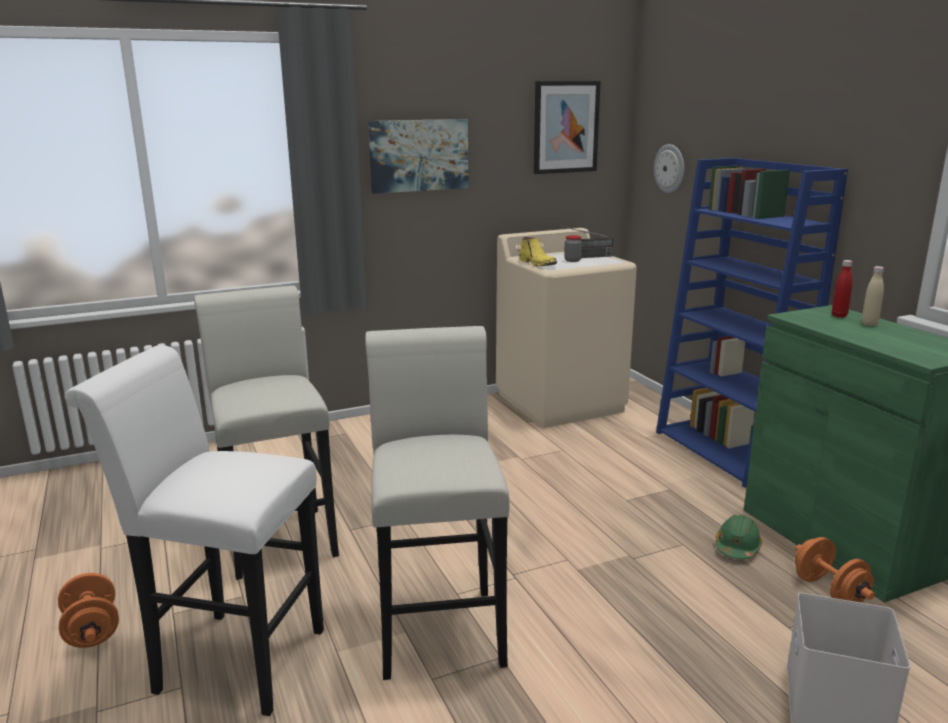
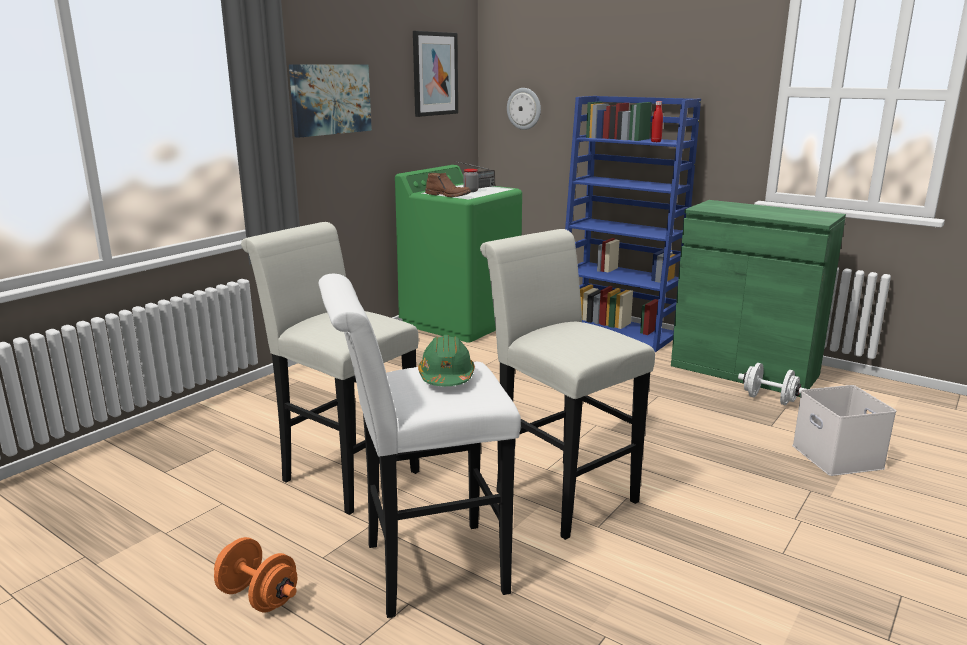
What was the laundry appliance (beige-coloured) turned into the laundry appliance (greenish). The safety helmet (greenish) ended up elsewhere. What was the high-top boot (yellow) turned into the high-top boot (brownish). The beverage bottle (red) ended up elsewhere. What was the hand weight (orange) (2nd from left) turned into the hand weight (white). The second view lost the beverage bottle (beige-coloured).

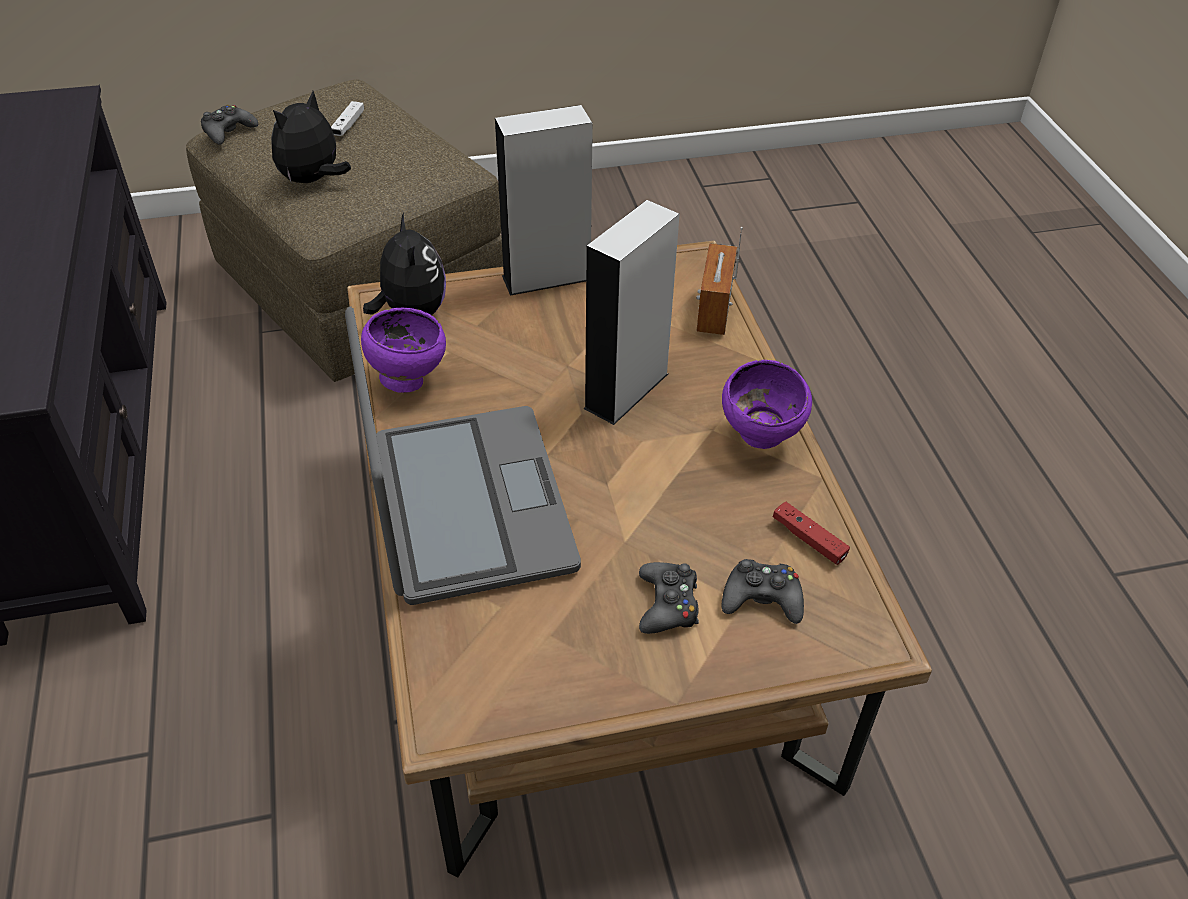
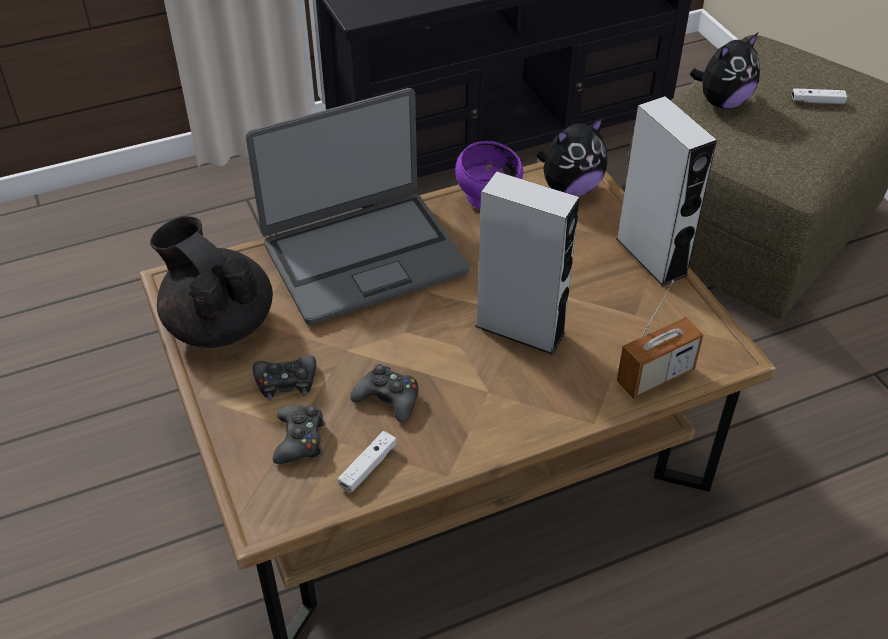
The second view gained the pot for tea (black-coloured). What was the joypad (red) turned into the joypad (white) (1st from left). The joypad (black-coloured) (1st from left in the first image) ended up elsewhere. The radio set ended up facing another way, 150 degrees clockwise from before. The cuddly toy (1st from left in the first image) ended up facing another way, 120 degrees clockwise from before. The second view lost the serving bowl (purple-coloured) (2nd from left).

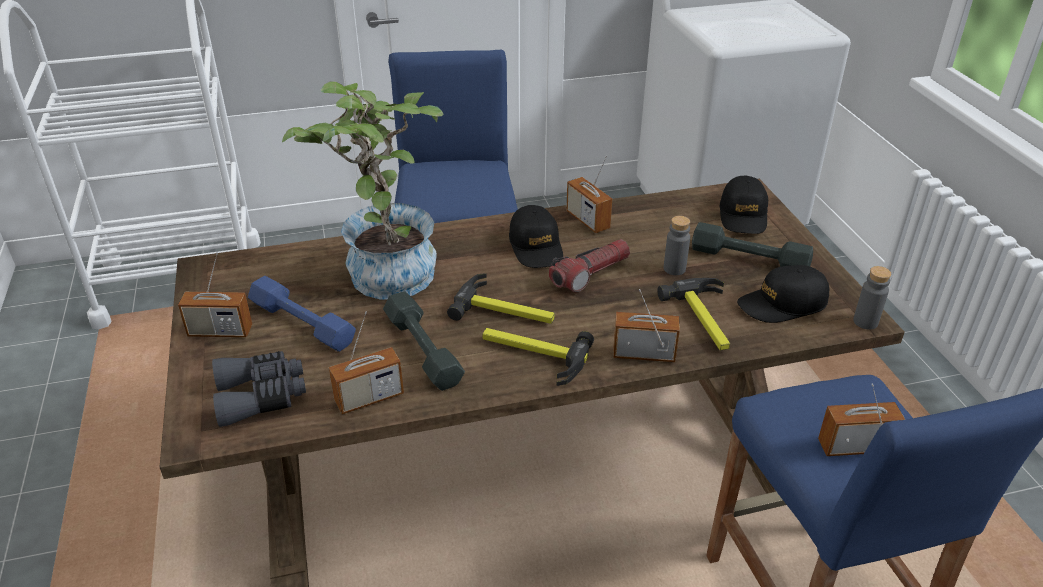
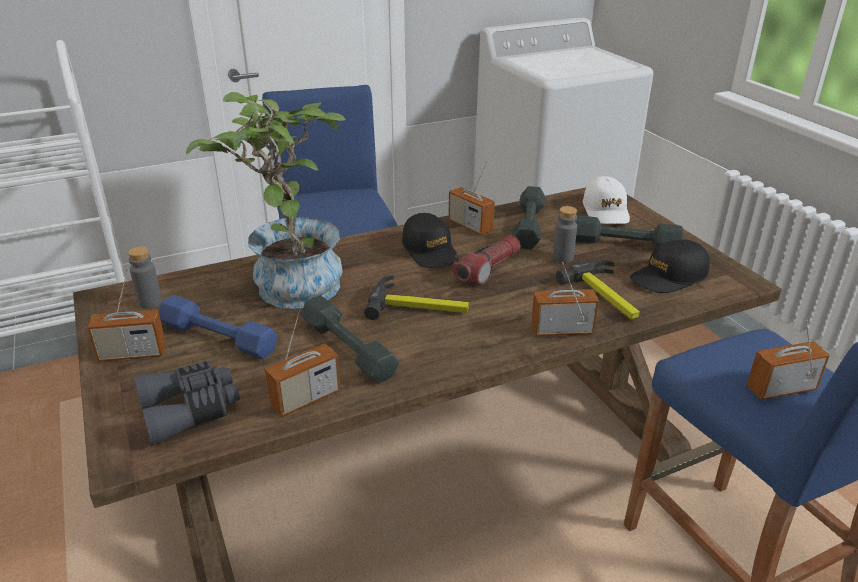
The beverage bottle (grey) (2nd from left in the first image) ended up elsewhere. The second view gained the hand weight (grey) (2nd from left). What was the peaked cap (black-coloured) (2nd from left) turned into the peaked cap (white). The second view lost the tool hammer (2nd from left).

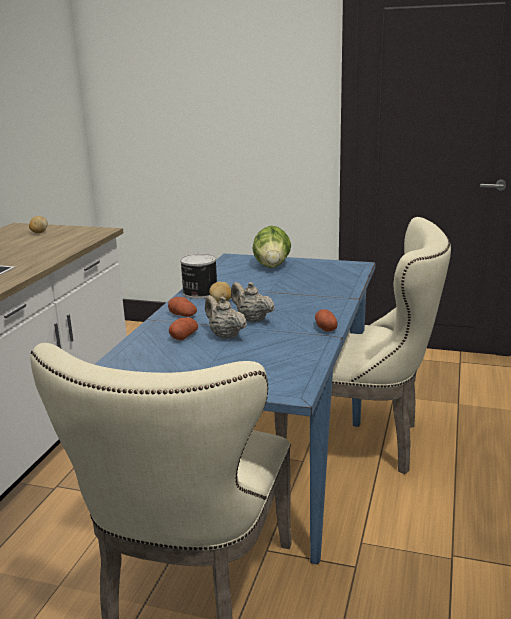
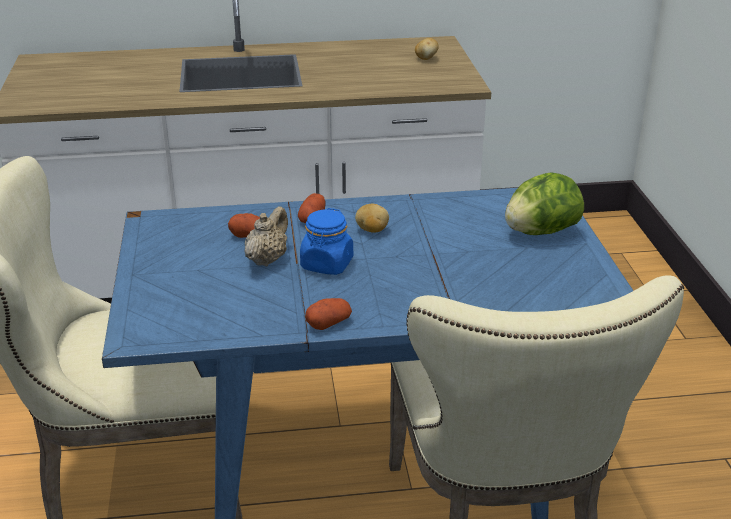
Where the pot for tea (beige-coloured) (2nd from left) stood, the storage jar (blue) came to stand. The second view lost the sealed can.

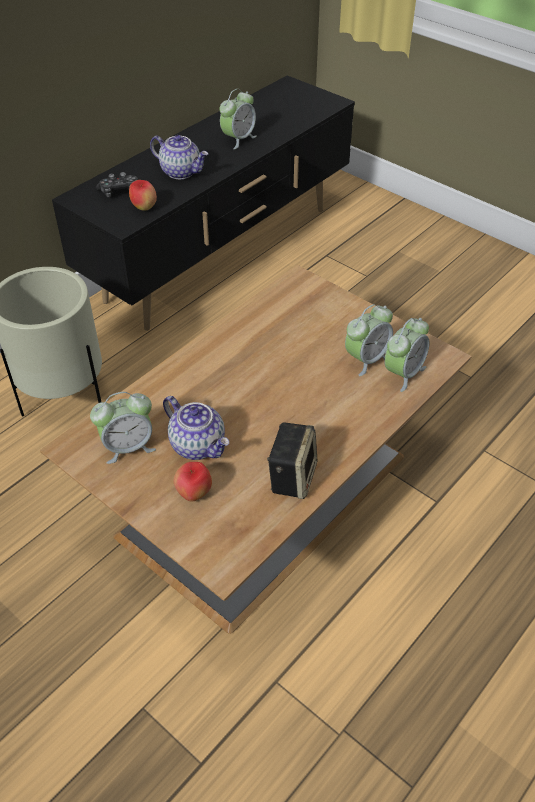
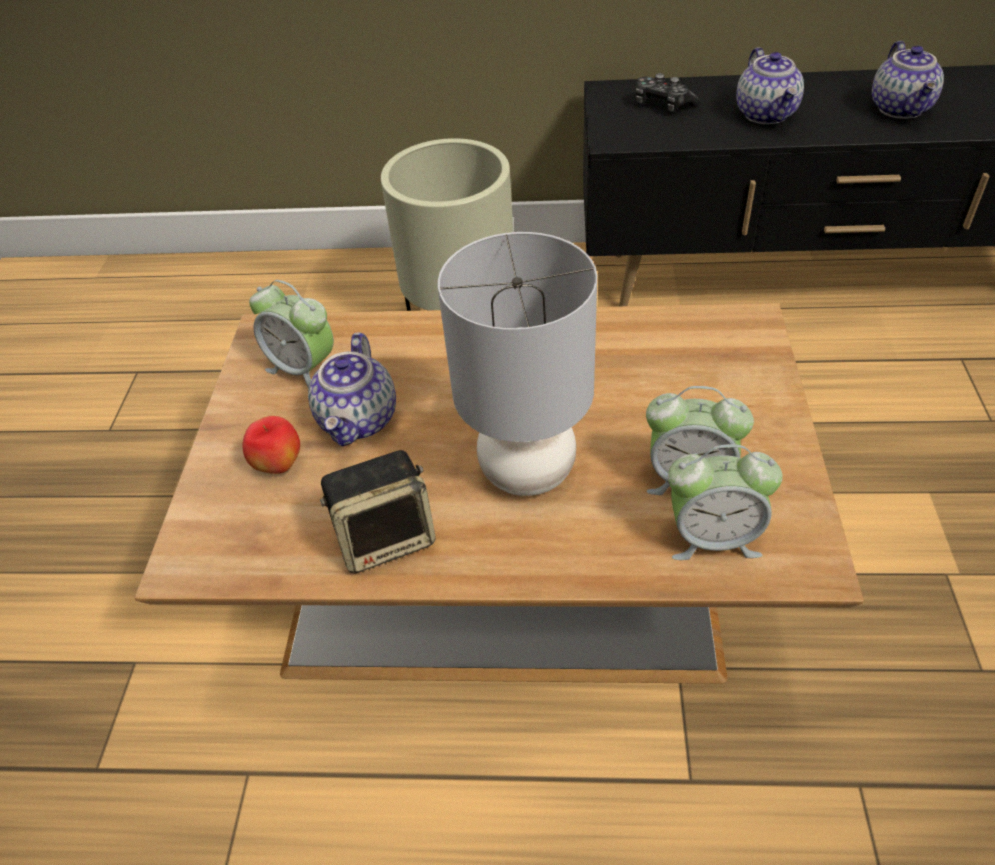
The second view gained the table lamp (grey). Where the table clock (2nd from left) stood, the pot for tea (3rd from left) came to stand. The second view lost the apple (1st from left).

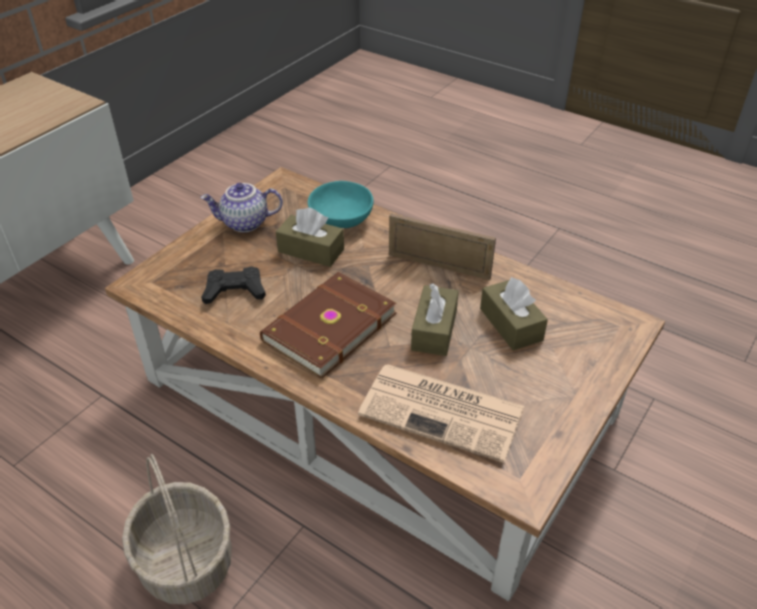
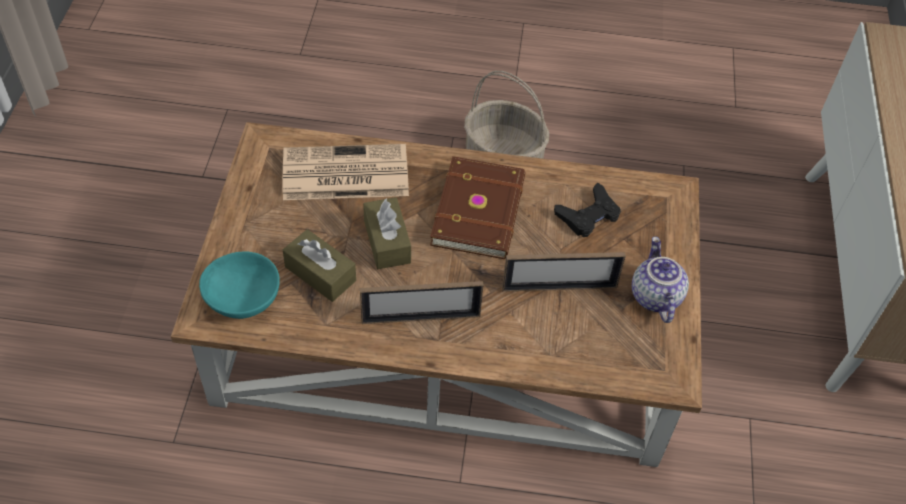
The serving bowl (turquoise-coloured) ended up elsewhere. Where the tissue box (brownish) (1st from left) stood, the standing frame (2nd from left) came to stand. The pot for tea ended up facing another way, 60 degrees counterclockwise from before.

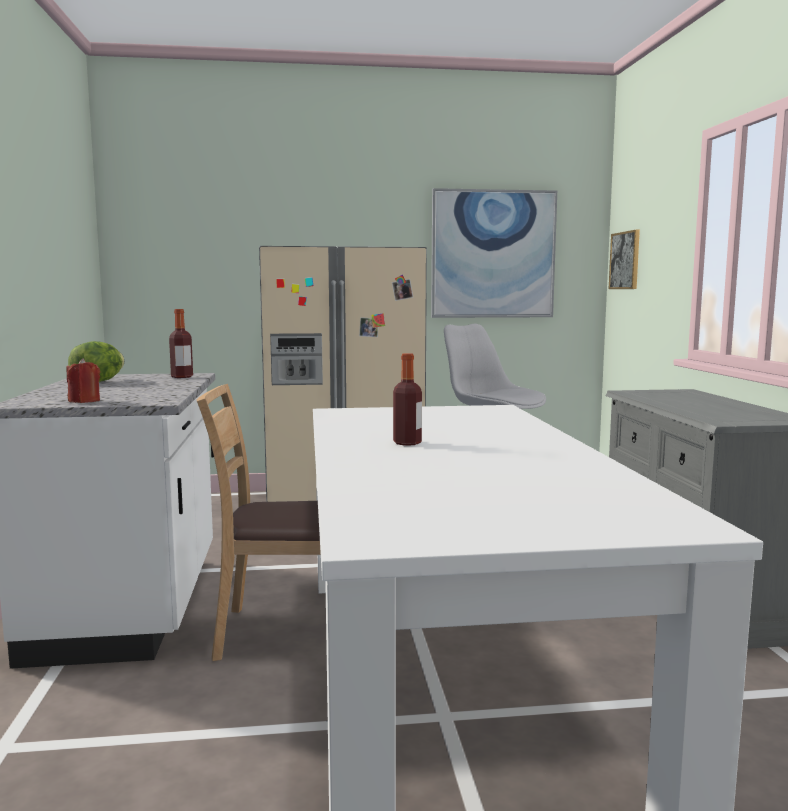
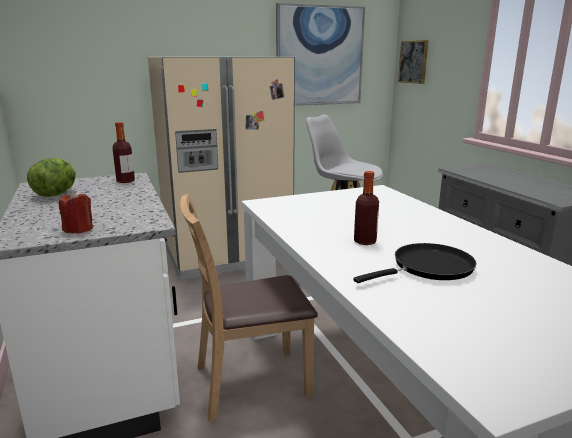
The second view gained the frying pan (black-coloured).

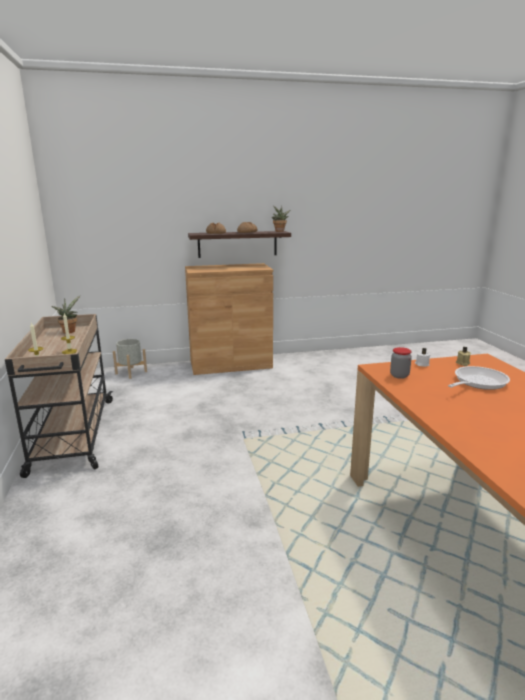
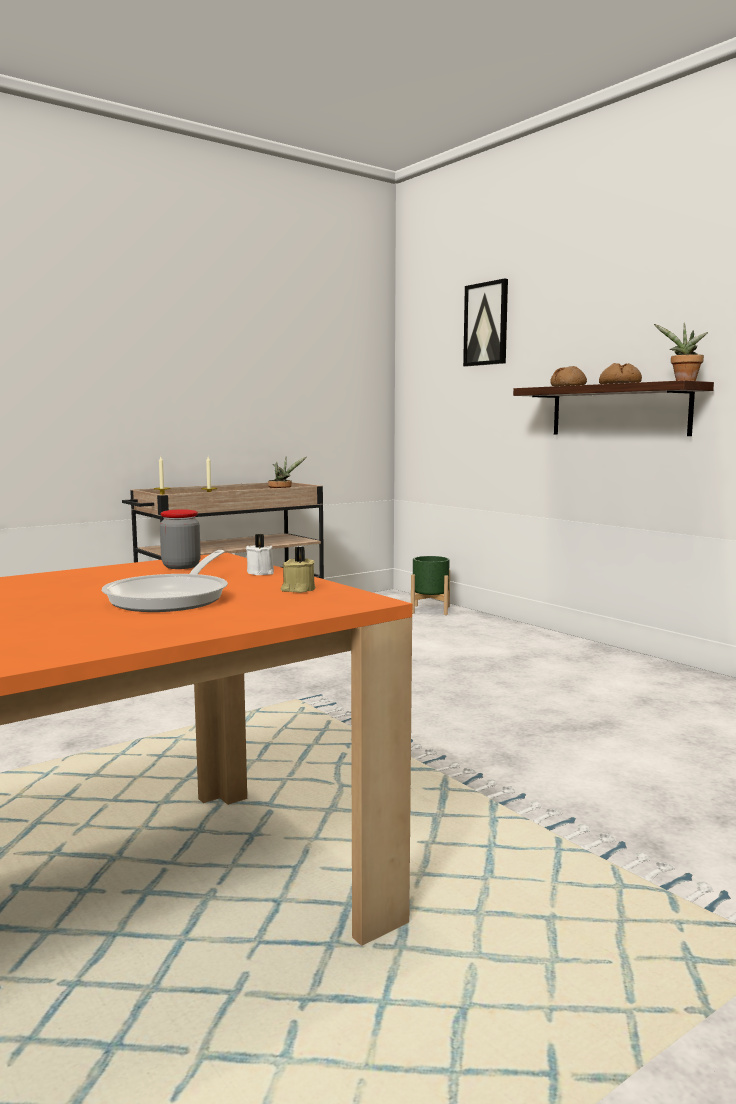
The frying pan ended up facing another way, 75 degrees clockwise from before. What was the plant pot (grey) turned into the plant pot (greenish). The second view gained the wall art. The second view lost the cabinet (brownish).

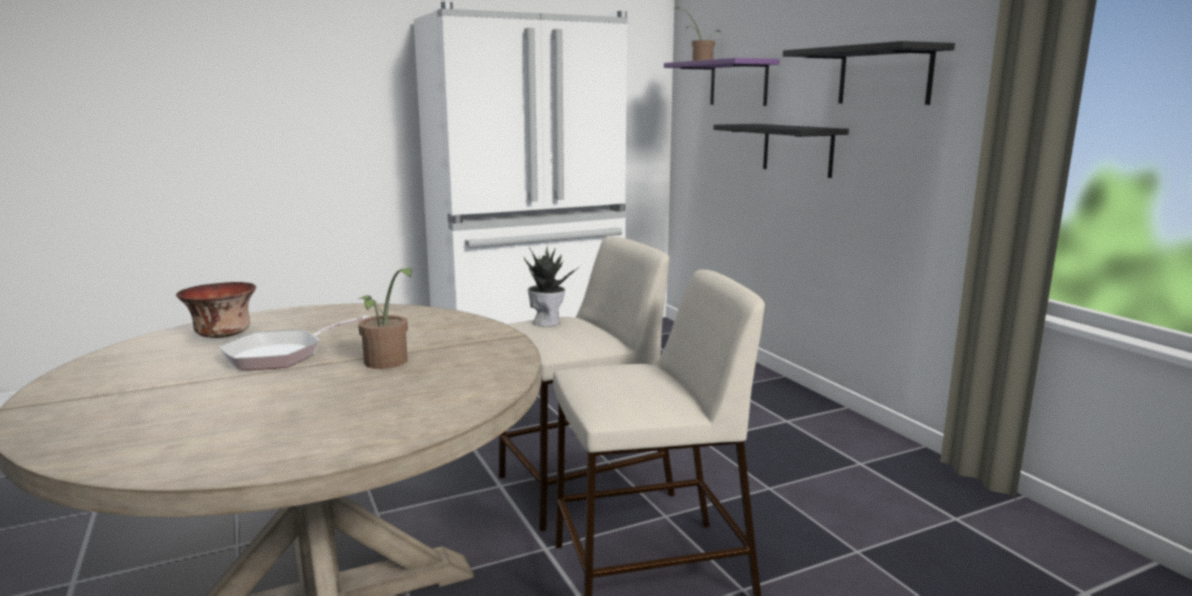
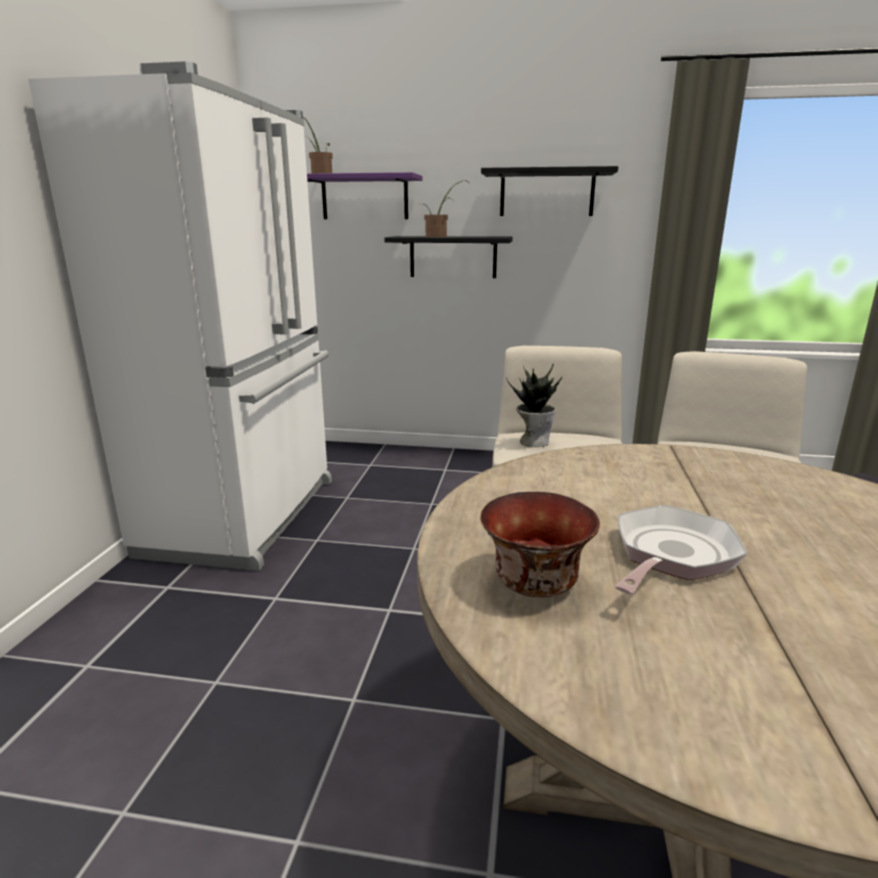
The houseplant (1st from left in the first image) ended up elsewhere. The frying pan ended up facing another way, 135 degrees counterclockwise from before.

